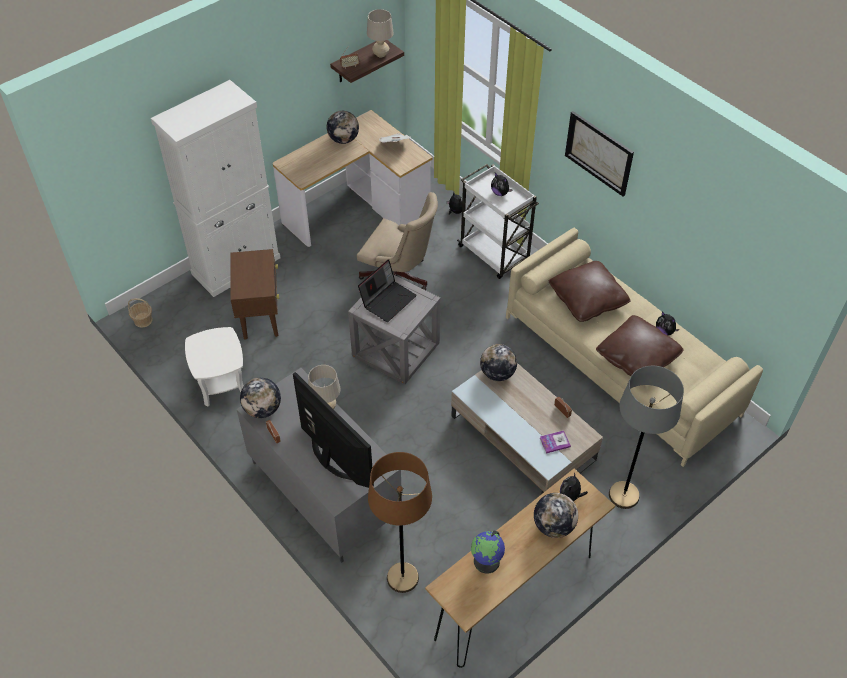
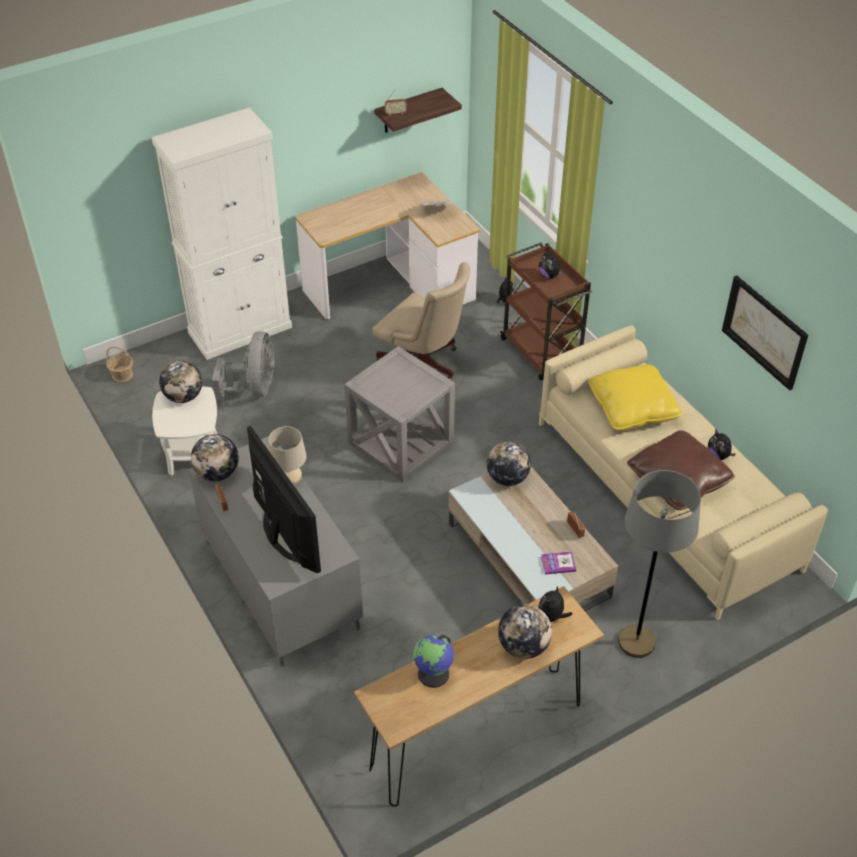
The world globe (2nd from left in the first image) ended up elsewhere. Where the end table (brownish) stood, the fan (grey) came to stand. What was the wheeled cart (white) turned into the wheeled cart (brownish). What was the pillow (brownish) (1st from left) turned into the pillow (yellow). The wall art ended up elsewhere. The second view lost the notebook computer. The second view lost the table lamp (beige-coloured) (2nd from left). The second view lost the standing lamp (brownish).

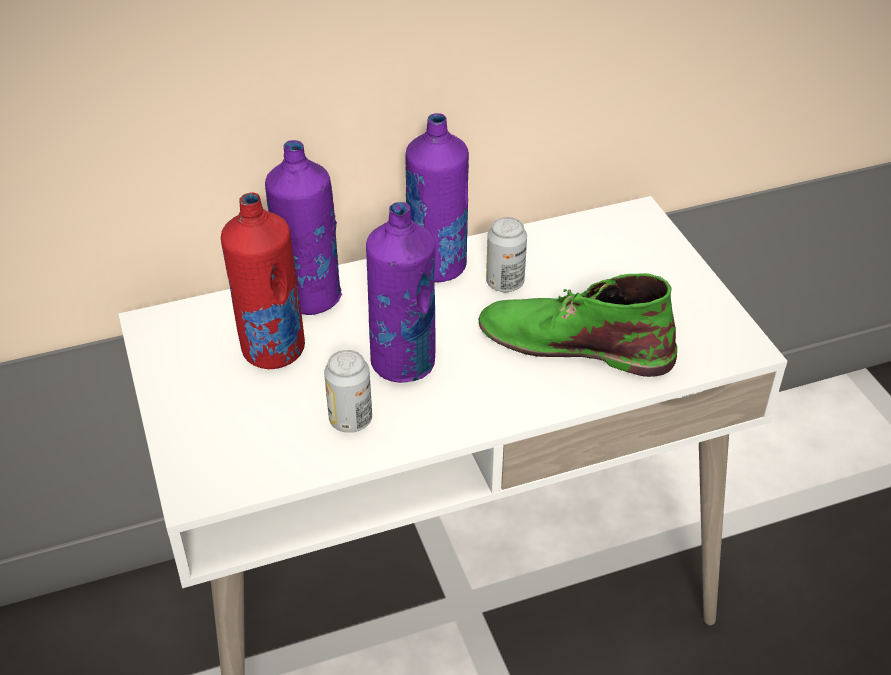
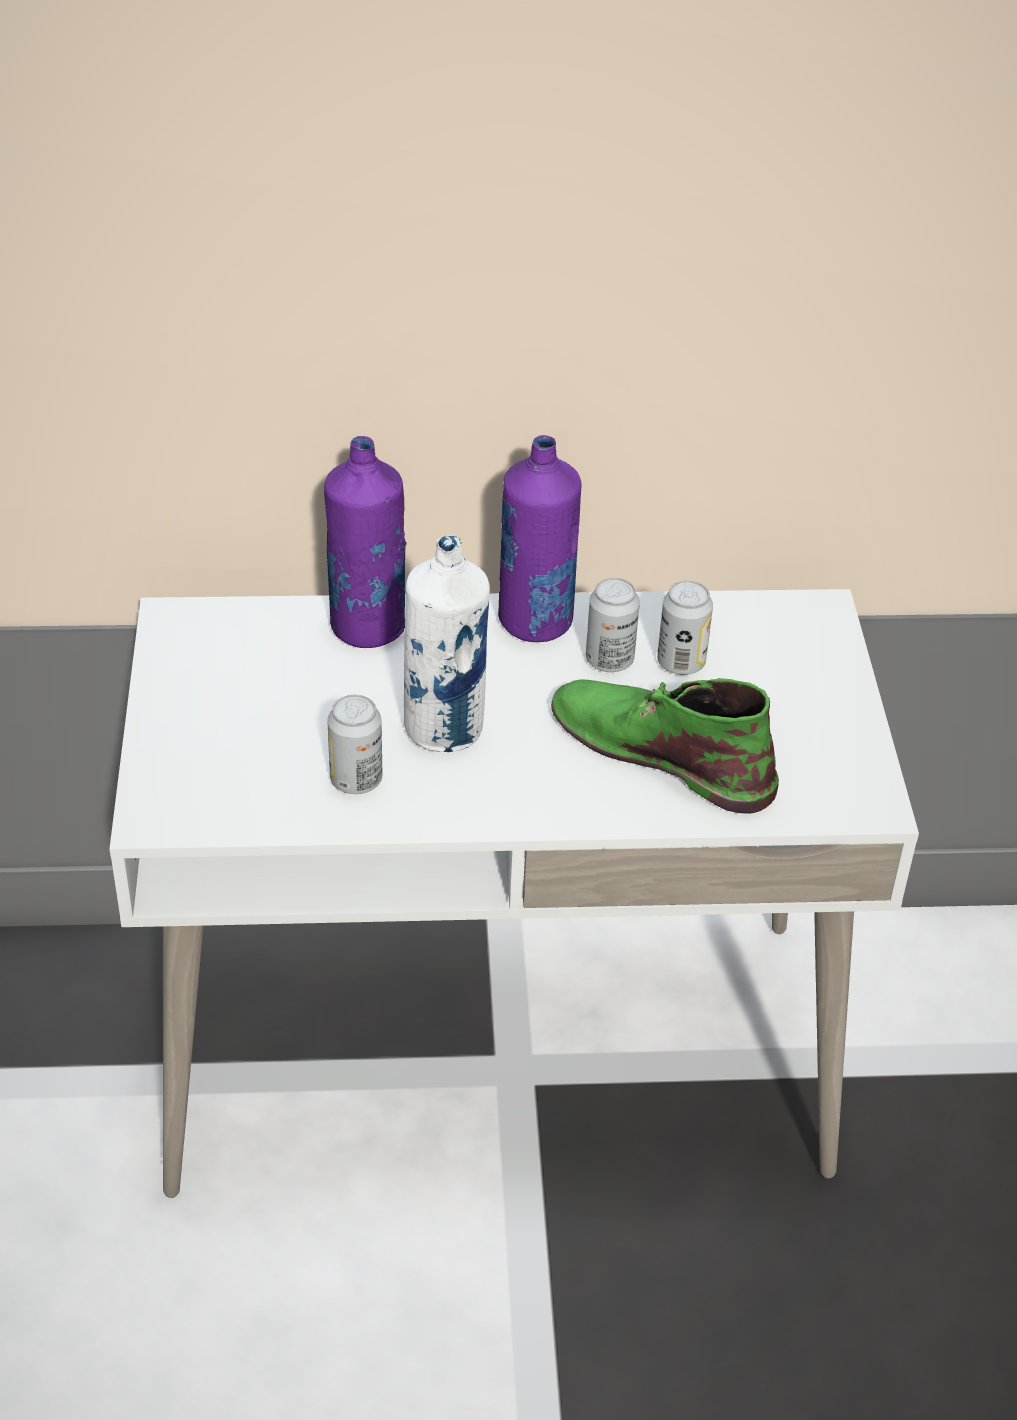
What was the beverage bottle (purple-coloured) (2nd from left) turned into the beverage bottle (white). The second view gained the sealed can (3rd from left). The second view lost the beverage bottle (red).

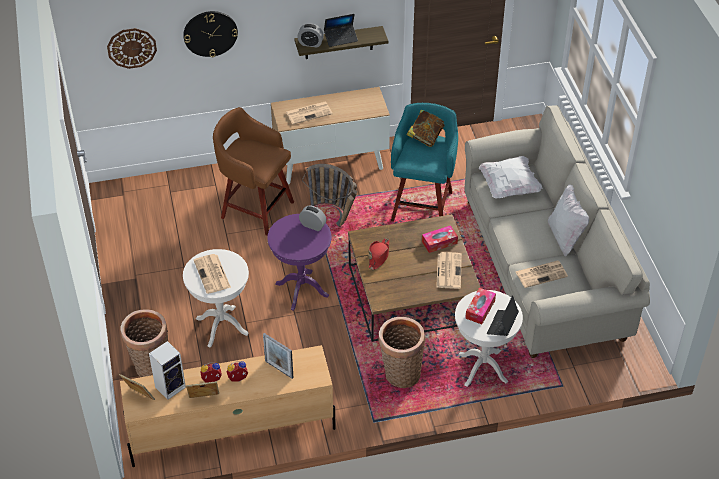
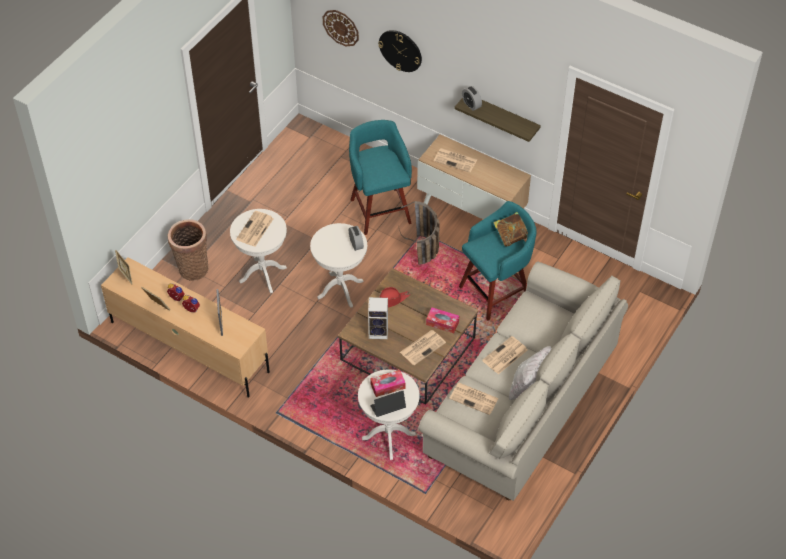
What was the end table (purple-coloured) turned into the end table (white) (2nd from left). What was the stool (brownish) turned into the stool (turquoise-coloured) (1st from left). The loudspeaker ended up elsewhere. The second view gained the printed paper (5th from left). The second view lost the notebook computer (1st from left). The second view lost the basket (3rd from left). The second view lost the pillow (white) (1st from left).

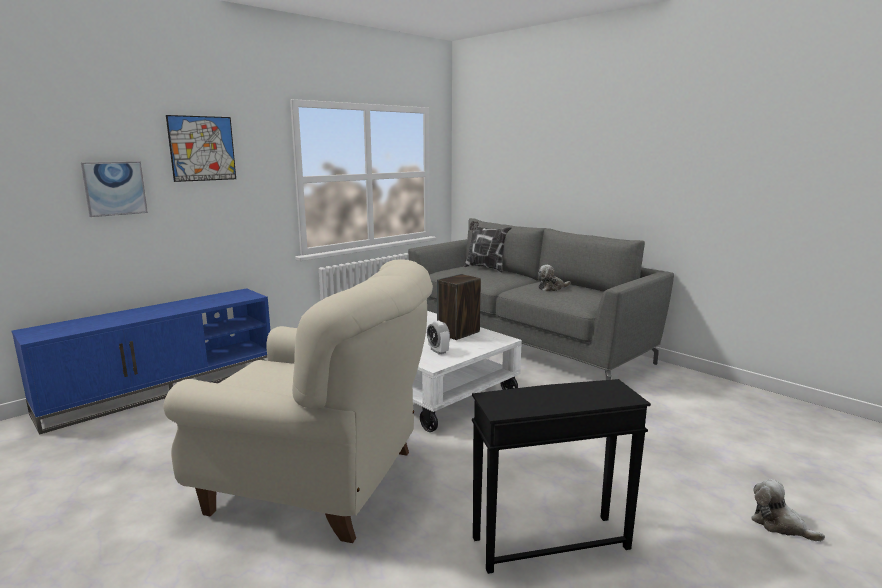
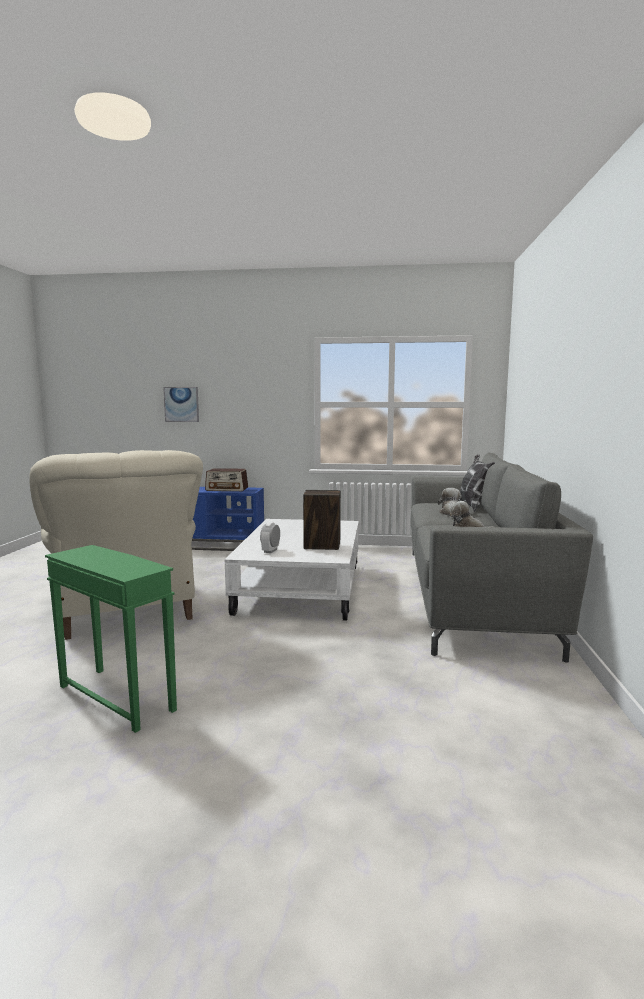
What was the end table (black-coloured) turned into the end table (greenish). The second view gained the radio set. The cuddly toy (2nd from left in the first image) ended up elsewhere. The second view lost the wall art (2nd from left).

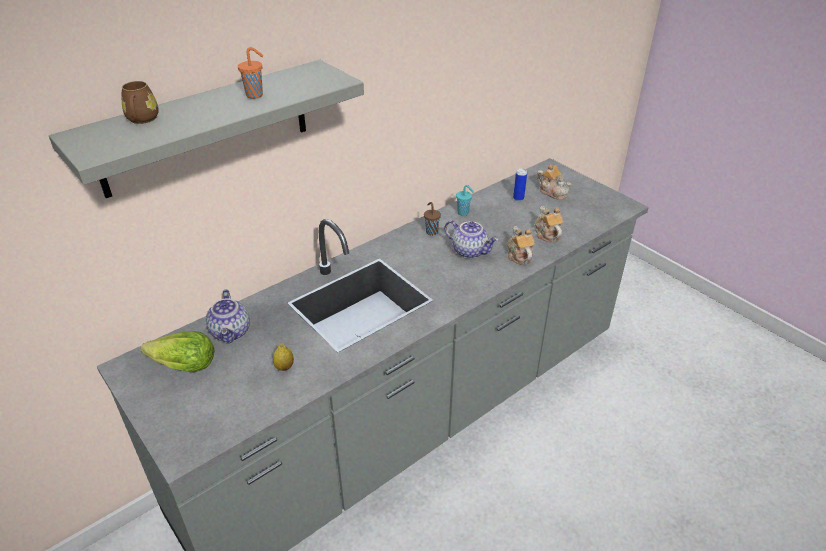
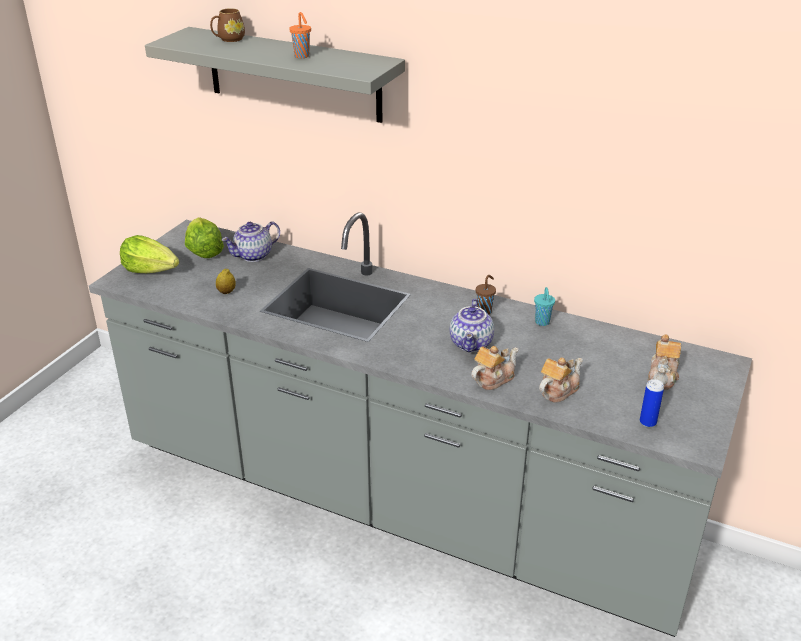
The second view gained the head of lettuce (1st from left). The sealed can ended up elsewhere.

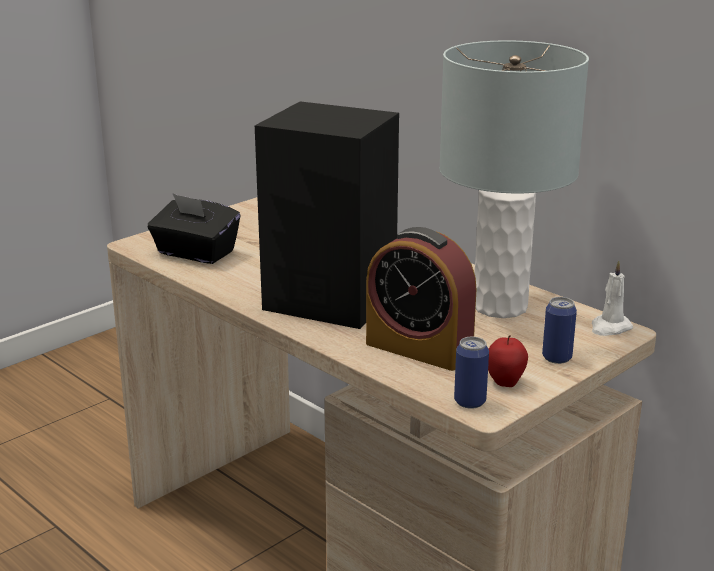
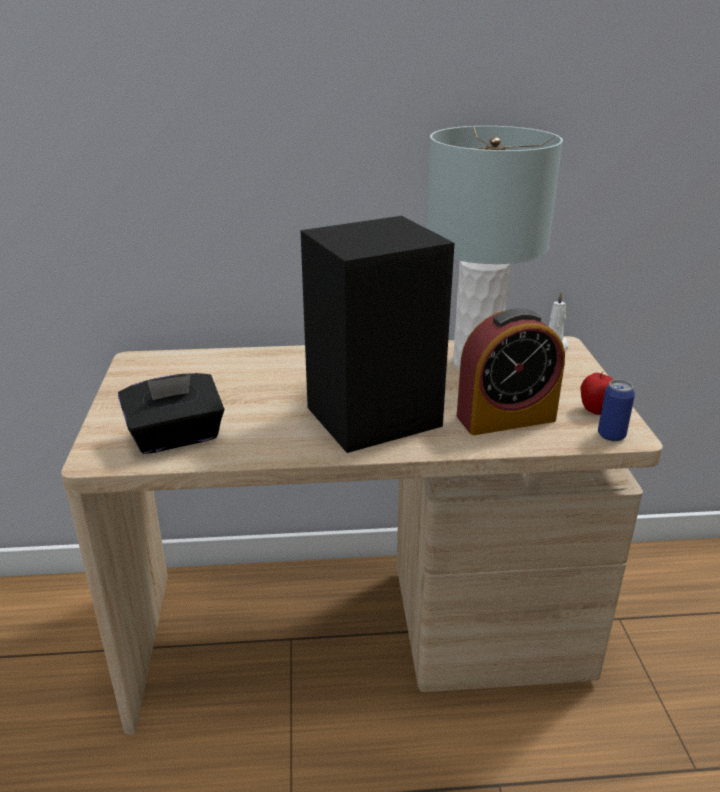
The second view lost the sealed can (2nd from left).

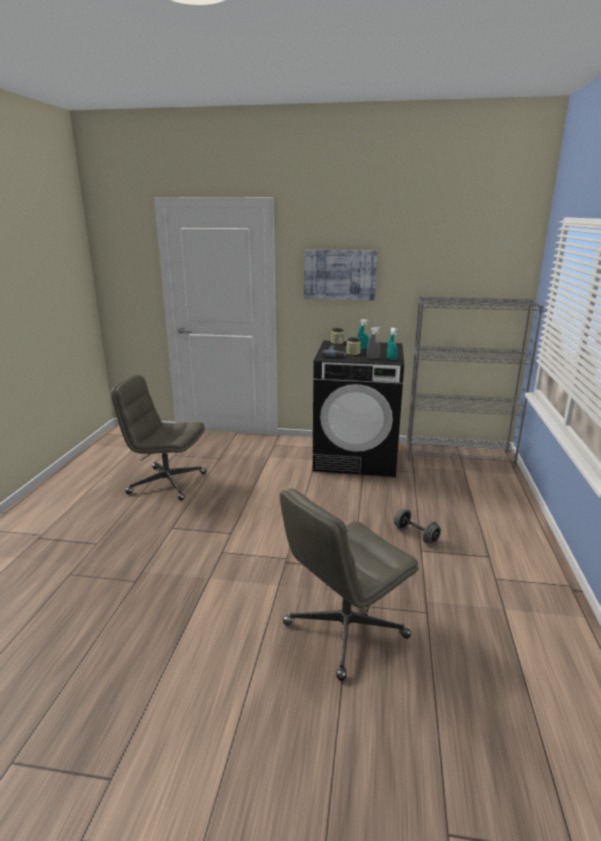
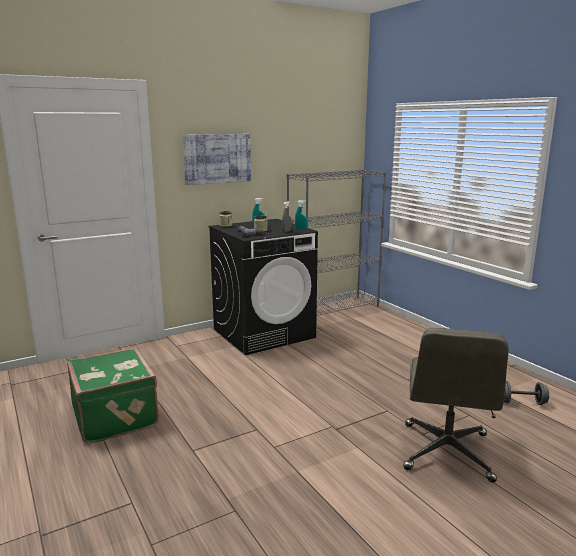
Where the office chair (grey) (1st from left) stood, the piece of luggage (greenish) came to stand. The hand weight (grey) ended up elsewhere.

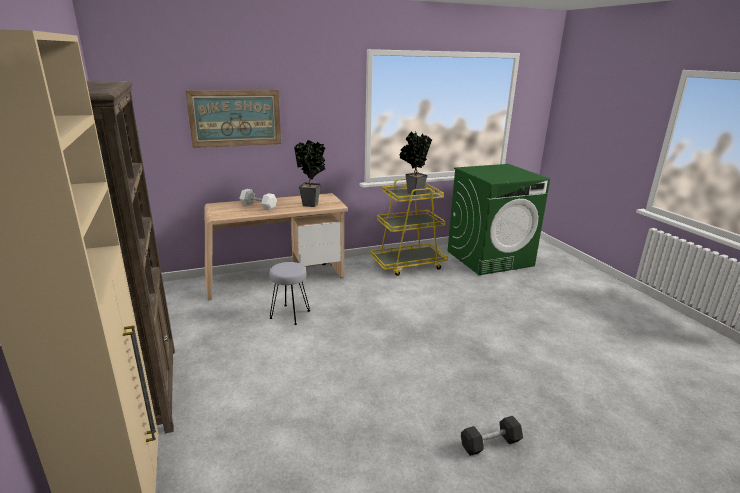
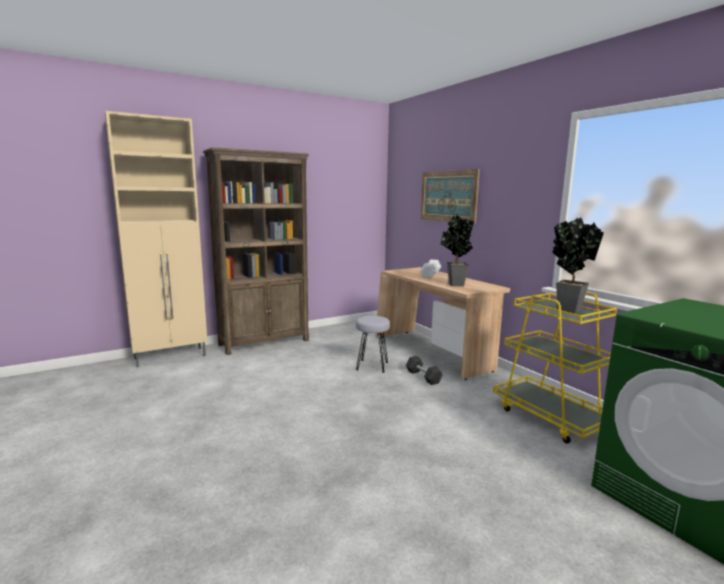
The hand weight (black-coloured) ended up elsewhere.

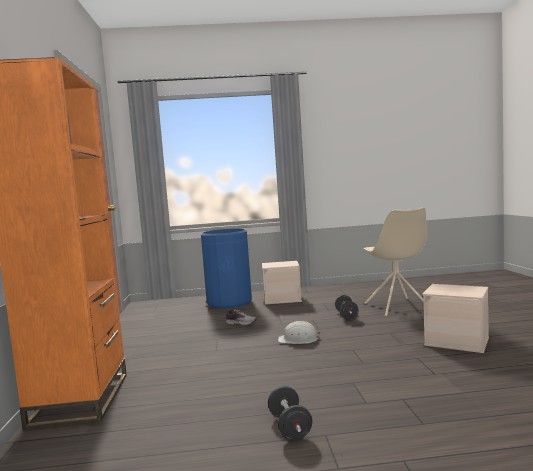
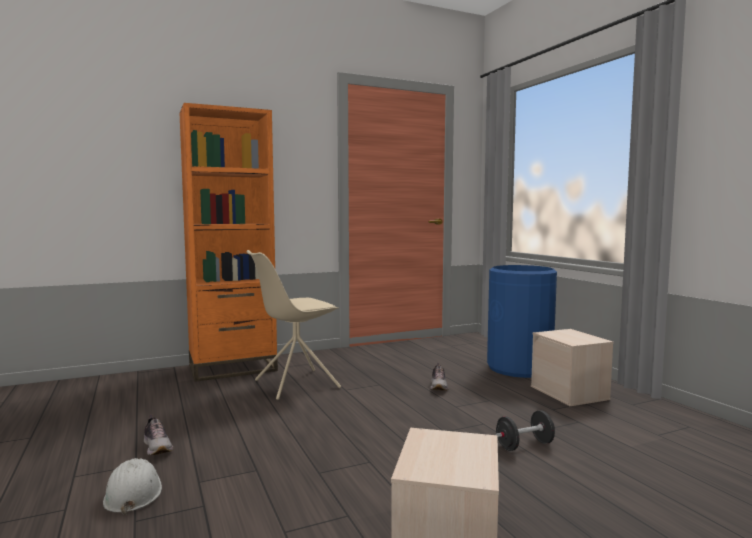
The safety helmet (white) ended up elsewhere. Where the hand weight (black-coloured) (1st from left) stood, the item of footwear (1st from left) came to stand. The plain chair (beige-coloured) ended up elsewhere.

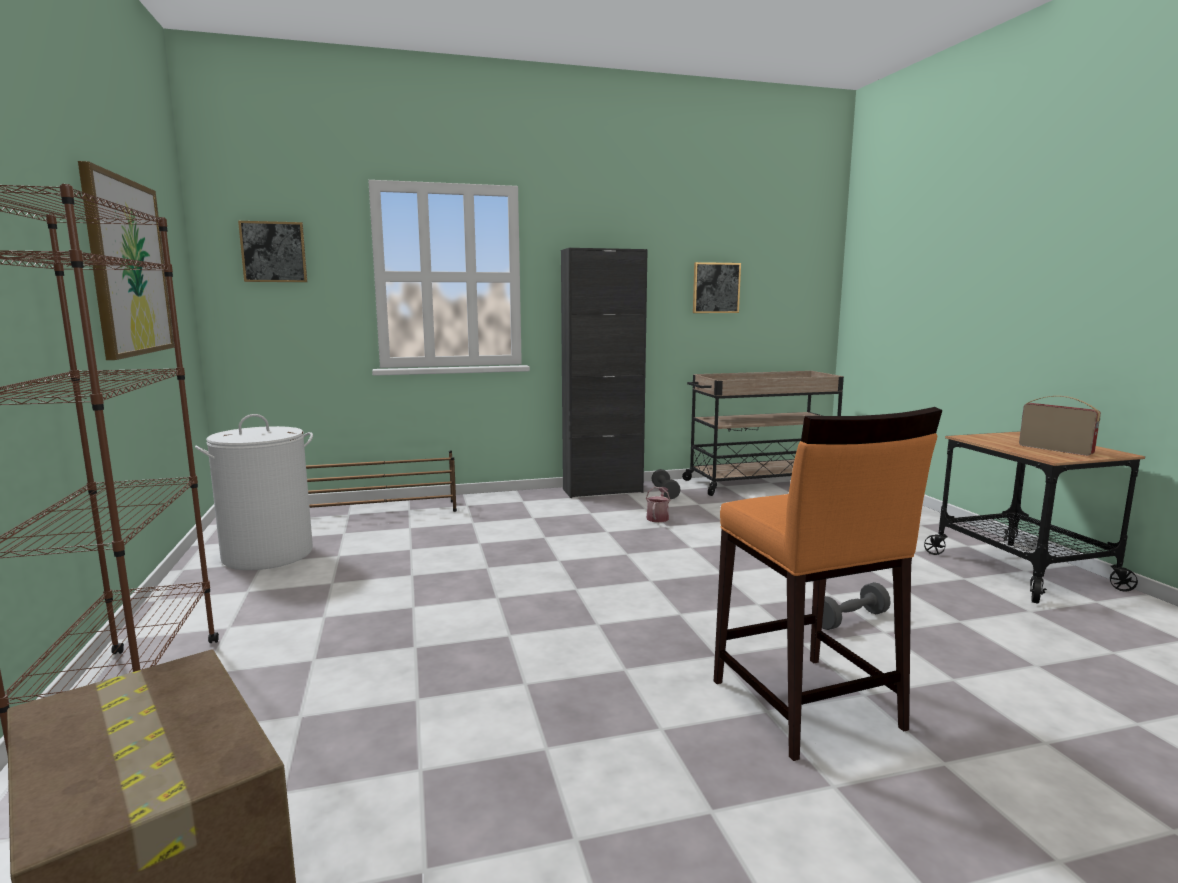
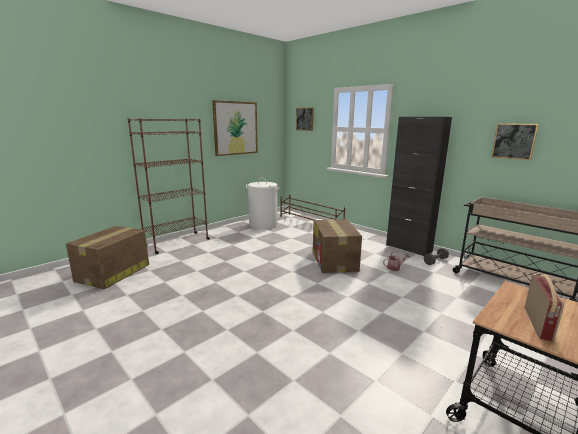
The second view gained the packing box (2nd from left). The second view lost the stool (orange). The second view lost the hand weight (grey) (2nd from left).

